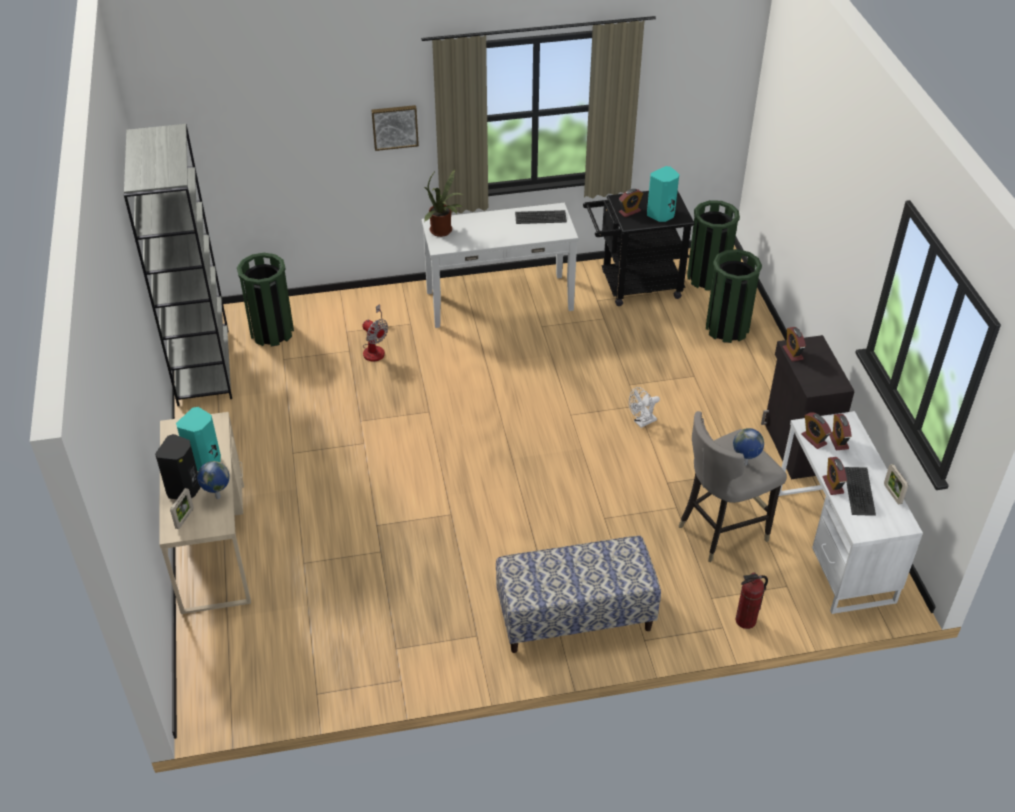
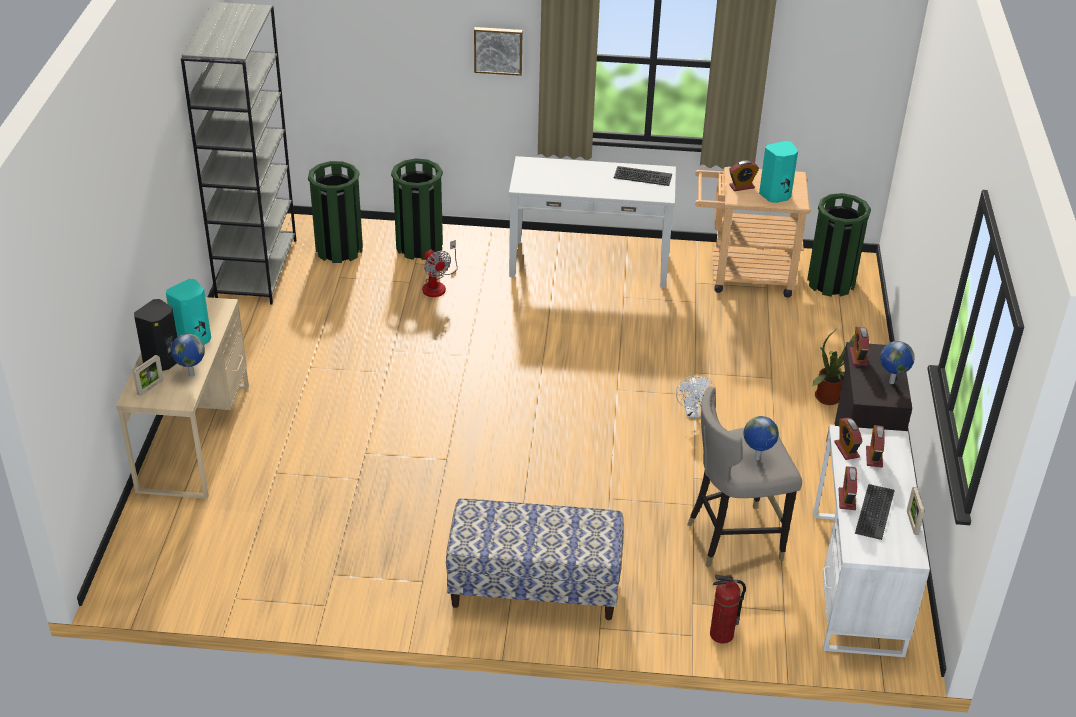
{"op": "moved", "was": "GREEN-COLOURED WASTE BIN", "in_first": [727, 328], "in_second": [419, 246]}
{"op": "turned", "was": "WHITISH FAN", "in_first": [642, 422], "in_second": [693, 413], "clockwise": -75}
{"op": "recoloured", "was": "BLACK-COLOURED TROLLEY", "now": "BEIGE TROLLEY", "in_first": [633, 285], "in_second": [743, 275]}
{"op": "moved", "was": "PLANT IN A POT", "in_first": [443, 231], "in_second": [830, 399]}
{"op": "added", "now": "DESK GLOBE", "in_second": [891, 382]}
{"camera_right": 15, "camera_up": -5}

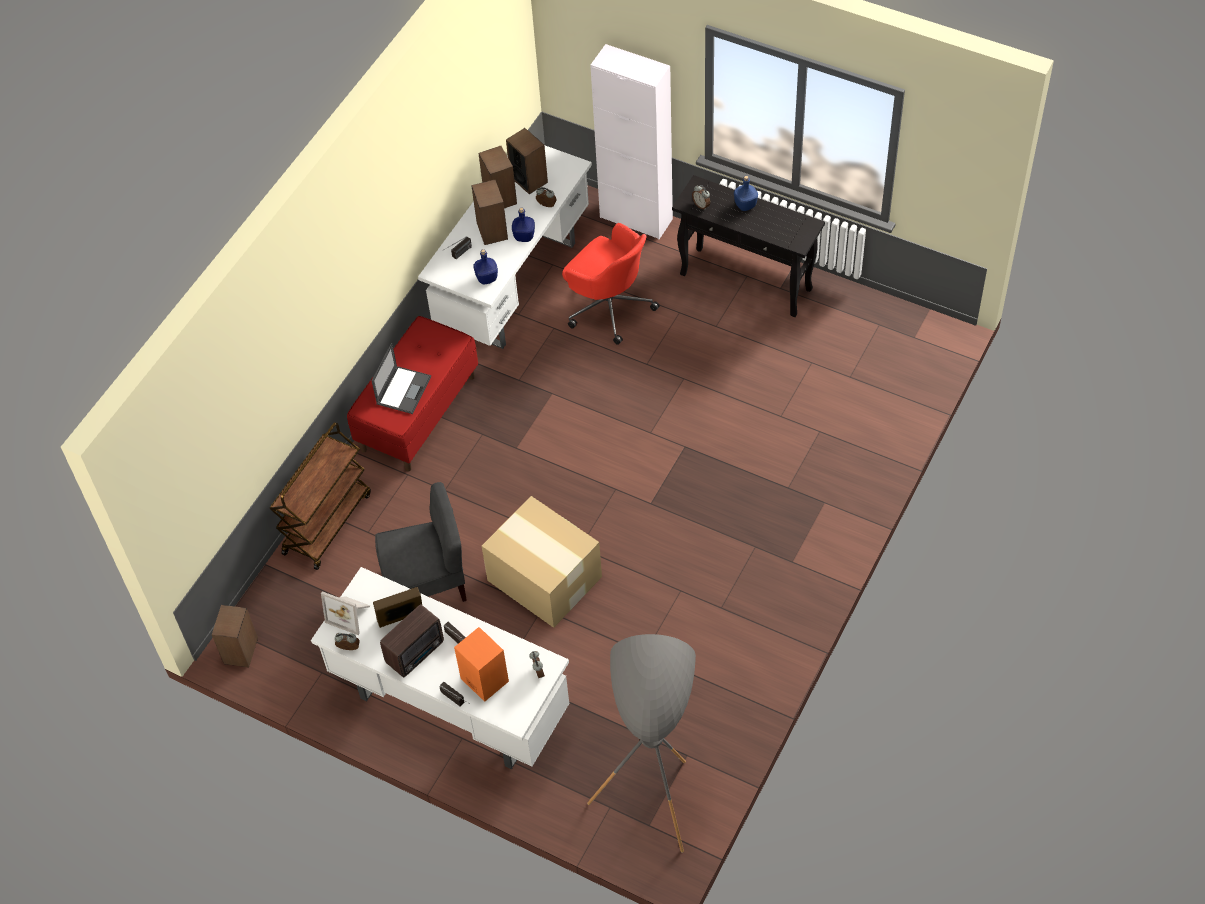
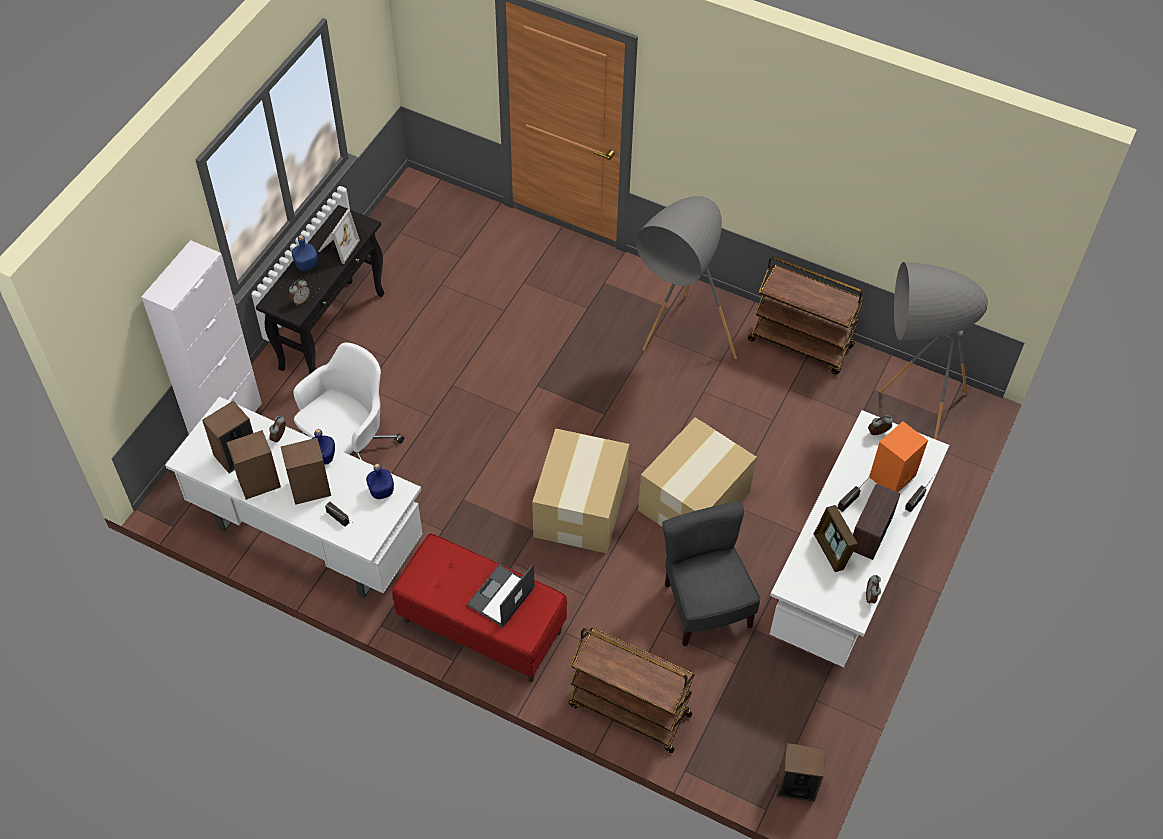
{"op": "recoloured", "was": "RED DESK CHAIR", "now": "WHITISH DESK CHAIR", "in_first": [609, 306], "in_second": [349, 448]}
{"op": "moved", "was": "PHOTO FRAME", "in_first": [350, 614], "in_second": [337, 247]}
{"op": "turned", "was": "NOTEBOOK COMPUTER", "in_first": [404, 389], "in_second": [500, 597], "clockwise": -75}
{"op": "added", "now": "PACKING BOX", "in_second": [579, 509]}
{"op": "added", "now": "GREY STANDING LAMP", "in_second": [678, 345]}
{"op": "added", "now": "BROWNISH TROLLEY", "in_second": [801, 343]}
{"op": "turned", "was": "RADIO SET", "in_first": [417, 652], "in_second": [868, 535], "clockwise": -105}
{"camera_right": -95, "camera_up": 0}

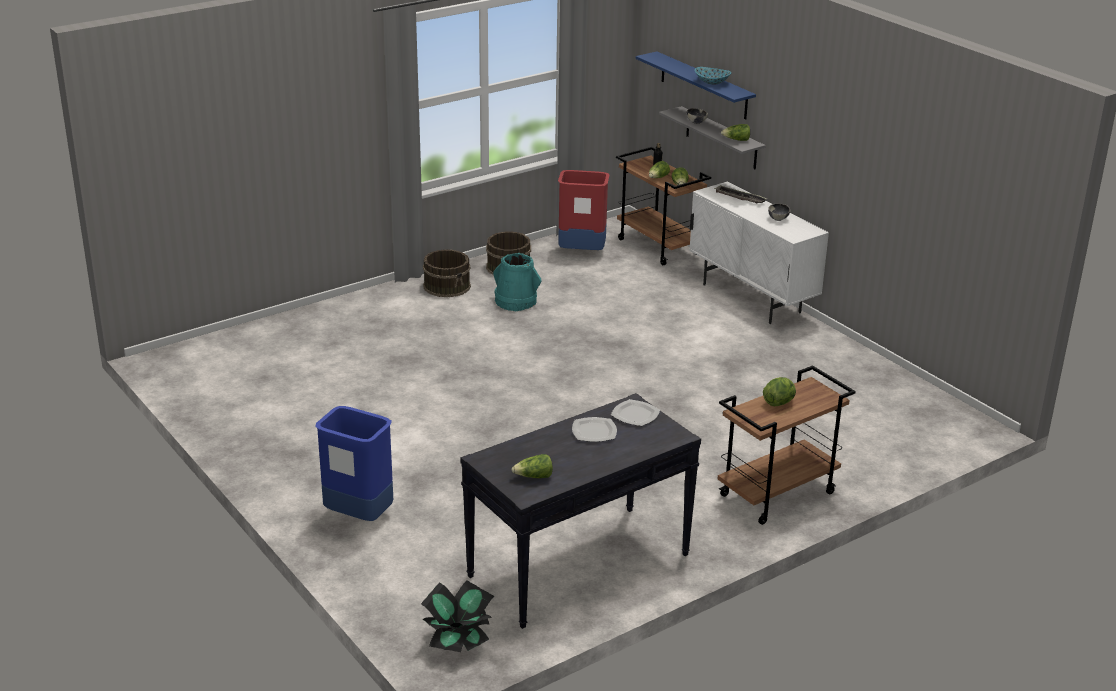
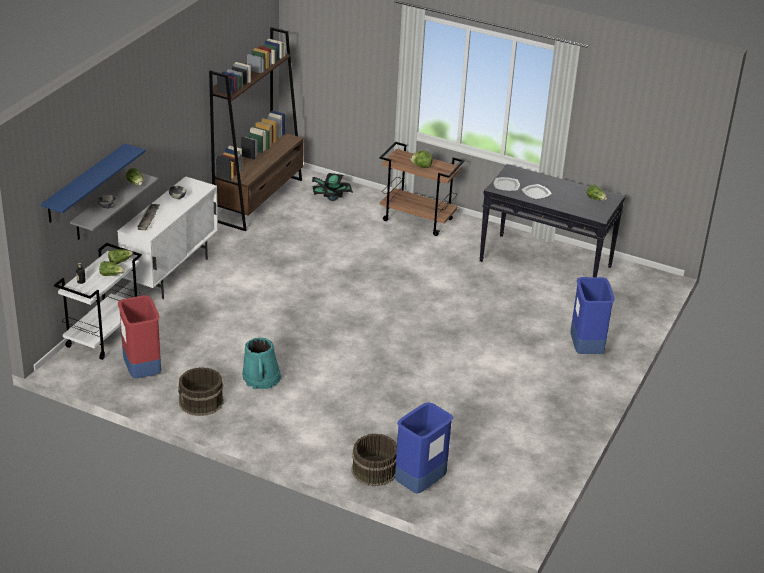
{"op": "recoloured", "was": "BROWNISH TROLLEY", "now": "WHITISH TROLLEY", "in_first": [659, 247], "in_second": [104, 335]}
{"op": "added", "now": "BROWNISH SHELVING UNIT", "in_second": [259, 200]}
{"op": "moved", "was": "PLANT IN A POT", "in_first": [458, 640], "in_second": [331, 199]}
{"op": "moved", "was": "BROWNISH WATER BUCKET", "in_first": [447, 286], "in_second": [374, 470]}
{"op": "added", "now": "BLUE WASTE BIN", "in_second": [420, 484]}
{"op": "removed", "was": "DEEP DISH", "in_first": [712, 82]}
{"camera_right": -120, "camera_up": 5}

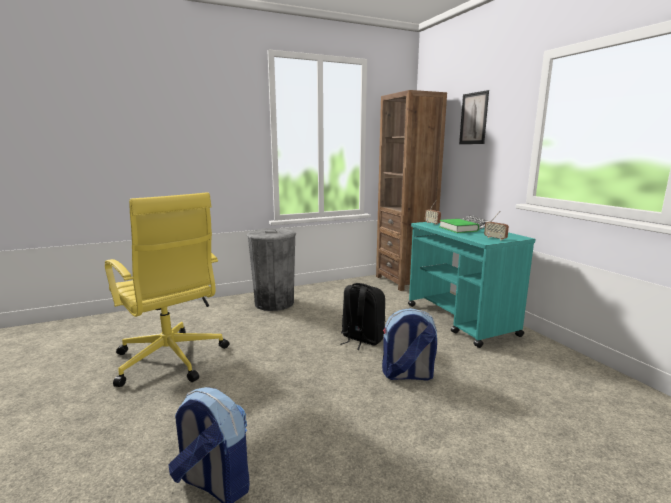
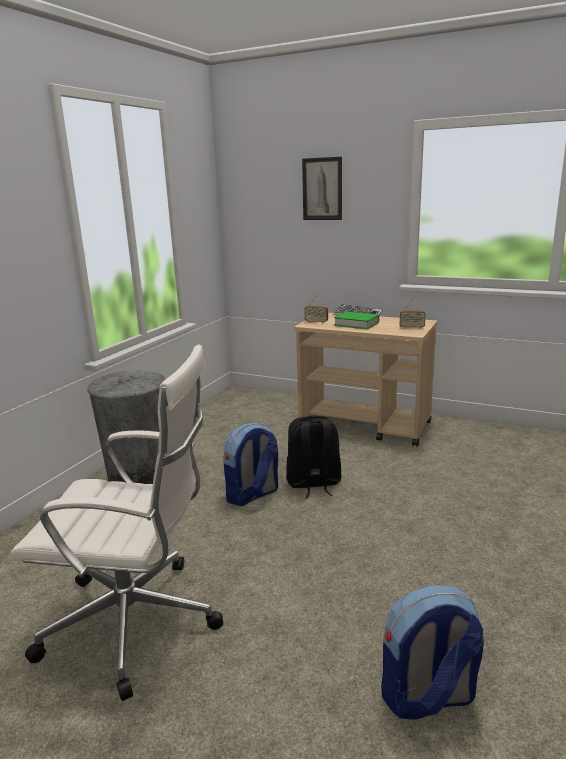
{"op": "recoloured", "was": "YELLOWISH DESK CHAIR", "now": "WHITISH DESK CHAIR", "in_first": [171, 360], "in_second": [137, 623]}
{"op": "moved", "was": "KNAPSACK", "in_first": [407, 375], "in_second": [252, 495]}
{"op": "recoloured", "was": "TURQUOISE TROLLEY", "now": "BEIGE TROLLEY", "in_first": [461, 320], "in_second": [365, 425]}
{"op": "removed", "was": "BROWNISH SHELVING UNIT", "in_first": [404, 281]}
{"camera_right": -40, "camera_up": 5}

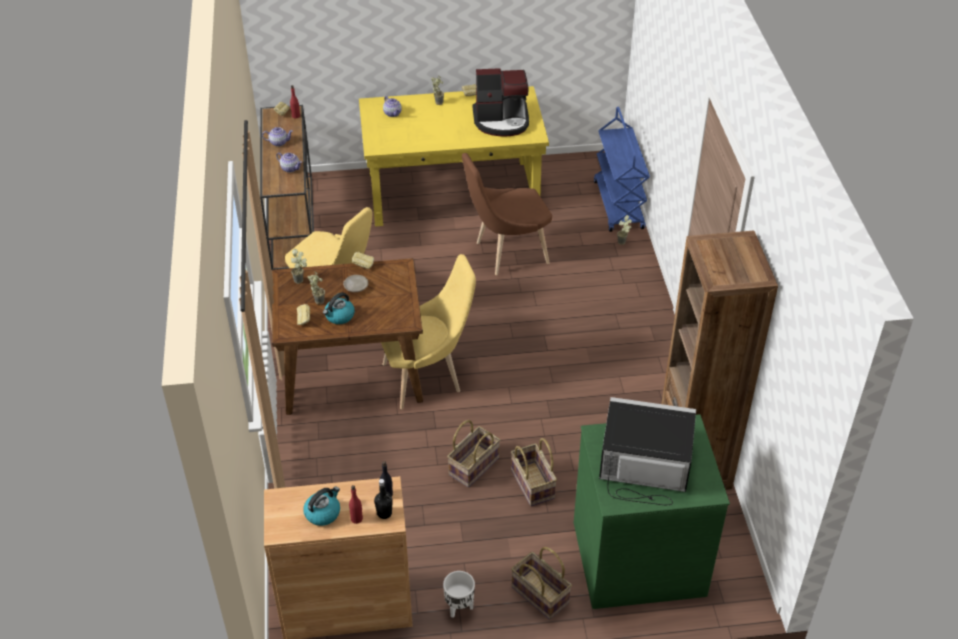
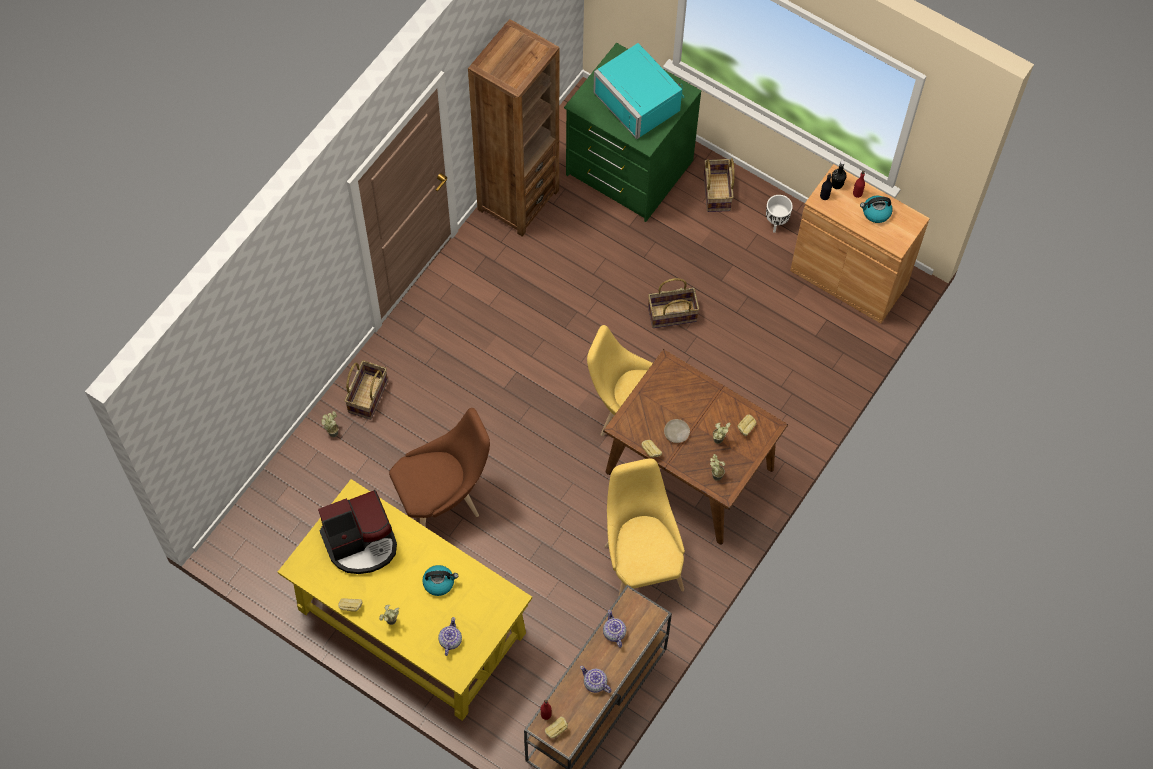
{"op": "turned", "was": "COFFEE MACHINE", "in_first": [501, 121], "in_second": [361, 543], "clockwise": 120}
{"op": "moved", "was": "STORAGE BASKET", "in_first": [533, 484], "in_second": [367, 396]}
{"op": "turned", "was": "BROWNISH CHAIR", "in_first": [506, 253], "in_second": [443, 500], "clockwise": -45}
{"op": "moved", "was": "TEA KETTLE", "in_first": [339, 316], "in_second": [439, 582]}
{"op": "recoloured", "was": "BLACK-COLOURED MICROWAVE", "now": "TURQUOISE MICROWAVE", "in_first": [643, 467], "in_second": [641, 100]}
{"op": "removed", "was": "BLUE TROLLEY", "in_first": [619, 206]}
{"camera_right": -140, "camera_up": 20}

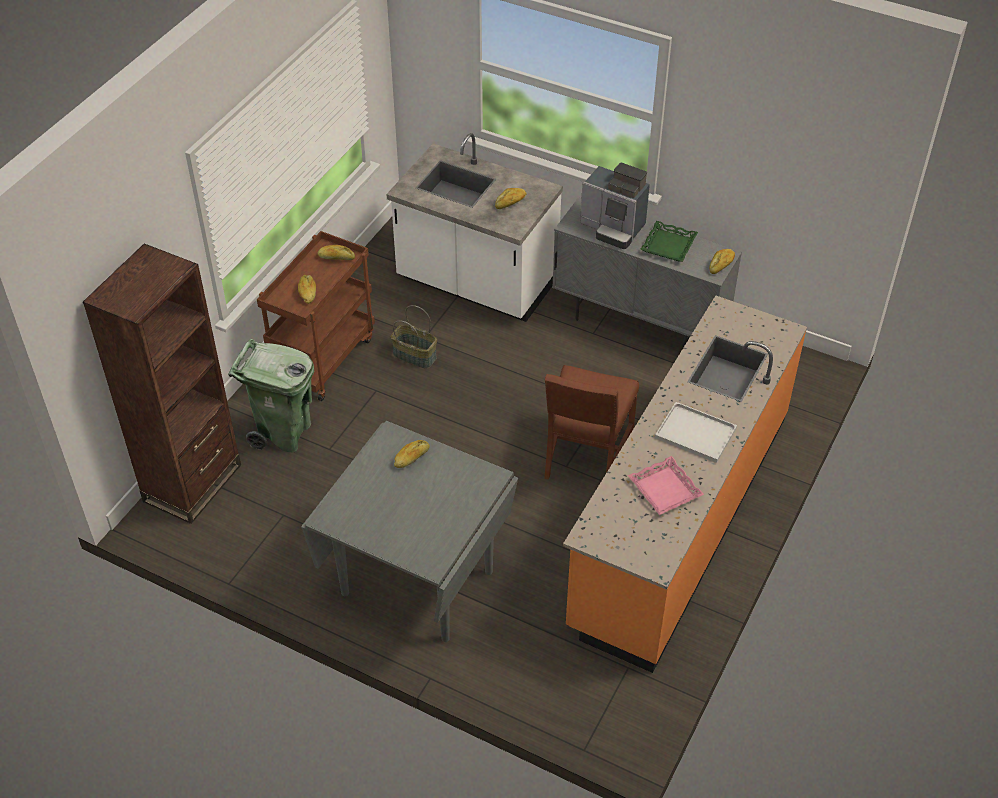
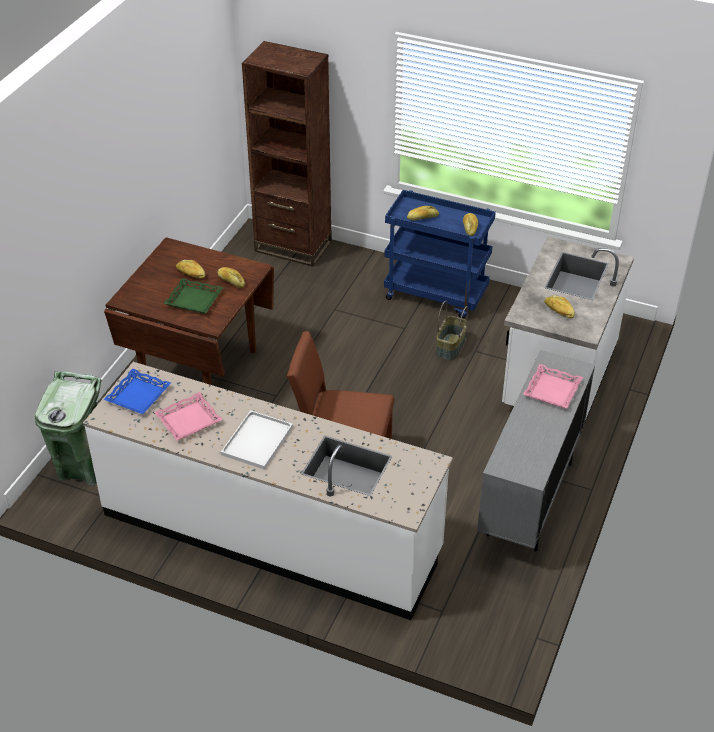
{"op": "moved", "was": "GREEN-COLOURED WASTE BIN", "in_first": [284, 433], "in_second": [83, 468]}
{"op": "recoloured", "was": "ORANGE-COLOURED KITCHEN COUNTER", "now": "WHITISH KITCHEN COUNTER", "in_first": [679, 519], "in_second": [271, 532]}
{"op": "added", "now": "BLUE CARRYING TRAY", "in_second": [138, 395]}
{"op": "recoloured", "was": "GREY KITCHEN TABLE", "now": "BROWNISH KITCHEN TABLE", "in_first": [416, 583], "in_second": [199, 369]}
{"op": "moved", "was": "GREEN-COLOURED CARRYING TRAY", "in_first": [669, 245], "in_second": [194, 300]}
{"op": "moved", "was": "BAKED BREAD", "in_first": [721, 265], "in_second": [191, 274]}
{"op": "recoloured", "was": "BROWNISH TROLLEY", "now": "BLUE TROLLEY", "in_first": [323, 358], "in_second": [436, 295]}
{"op": "replaced", "was": "COFFEE MACHINE", "now": "PINK CARRYING TRAY", "in_first": [613, 228], "in_second": [552, 390]}
{"camera_right": 85, "camera_up": -5}

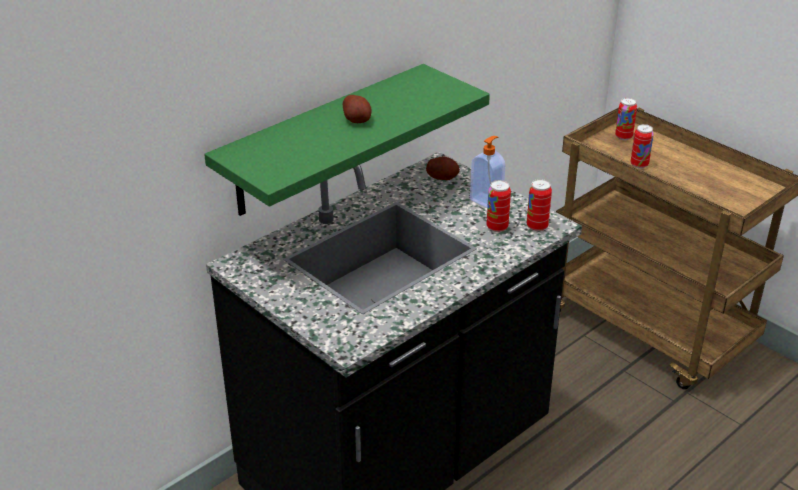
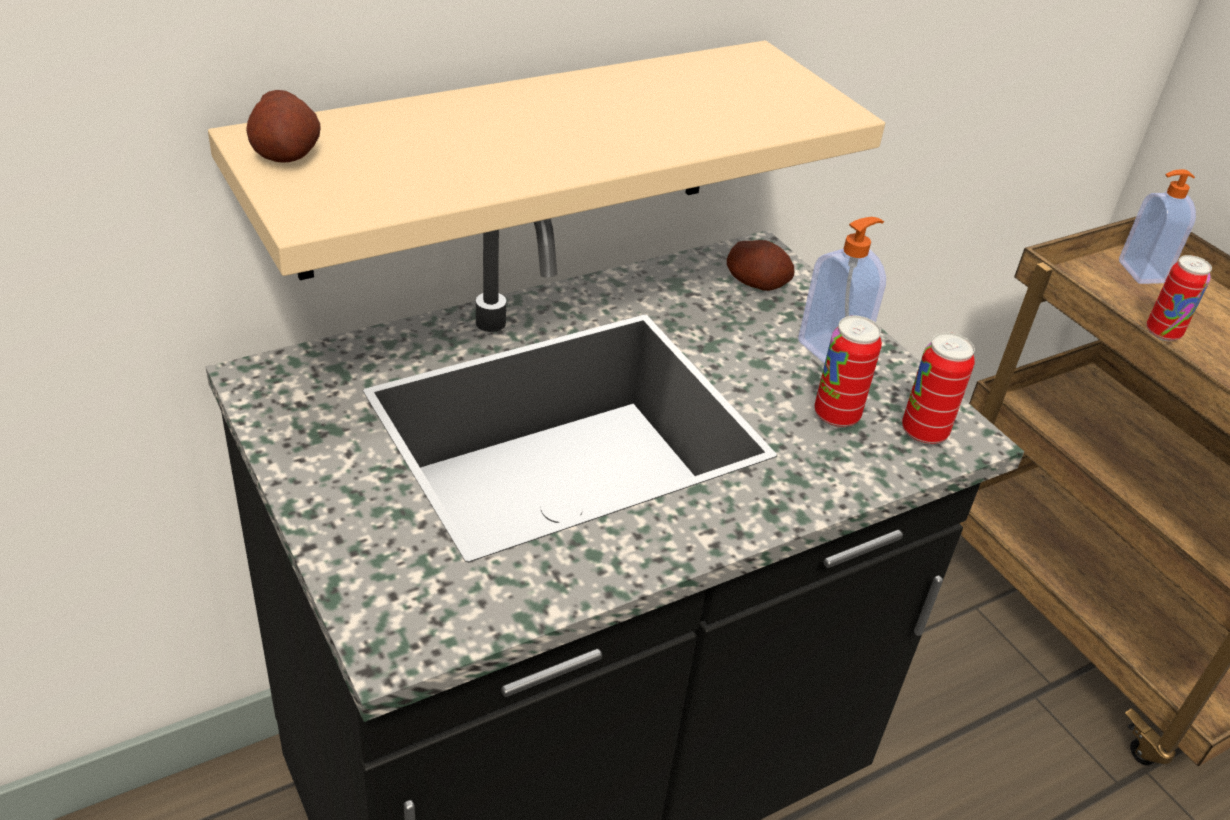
{"op": "recoloured", "was": "GREEN-COLOURED WALL SHELF", "now": "BEIGE WALL SHELF", "in_first": [323, 140], "in_second": [514, 158]}
{"op": "moved", "was": "POTATO", "in_first": [357, 120], "in_second": [286, 154]}
{"op": "replaced", "was": "METAL CAN", "now": "SOAP DISPENSER", "in_first": [623, 137], "in_second": [1140, 272]}
{"camera_right": 10, "camera_up": 5}

